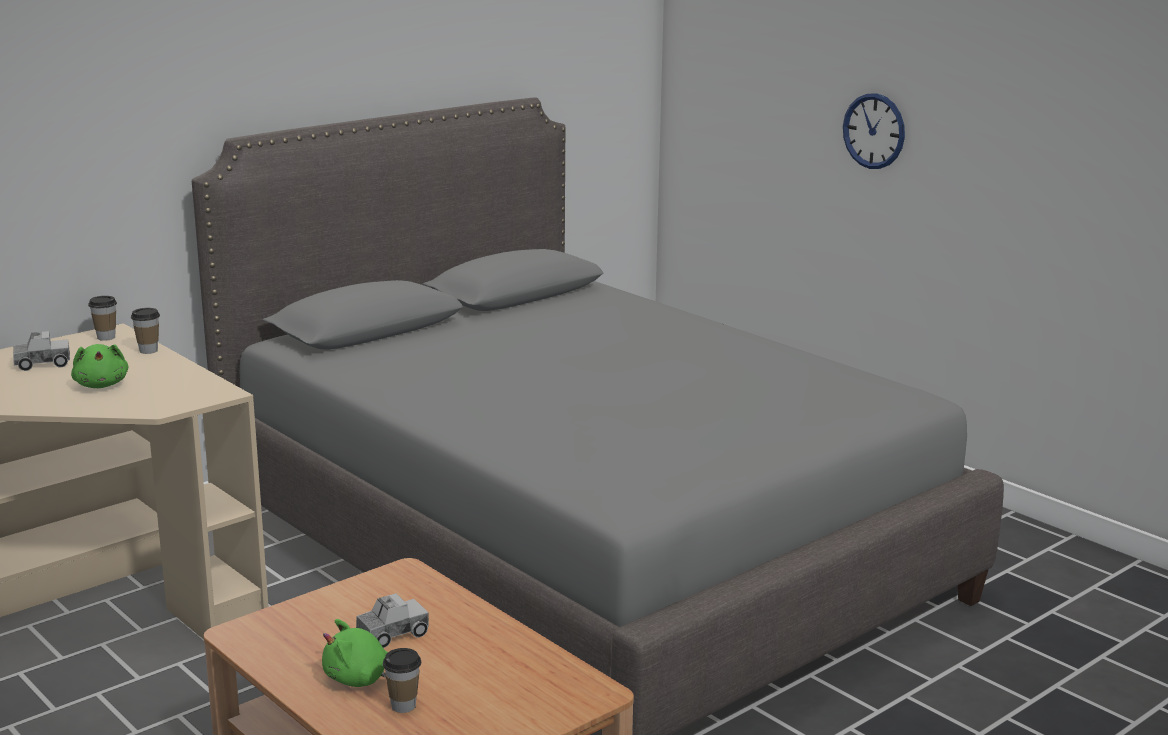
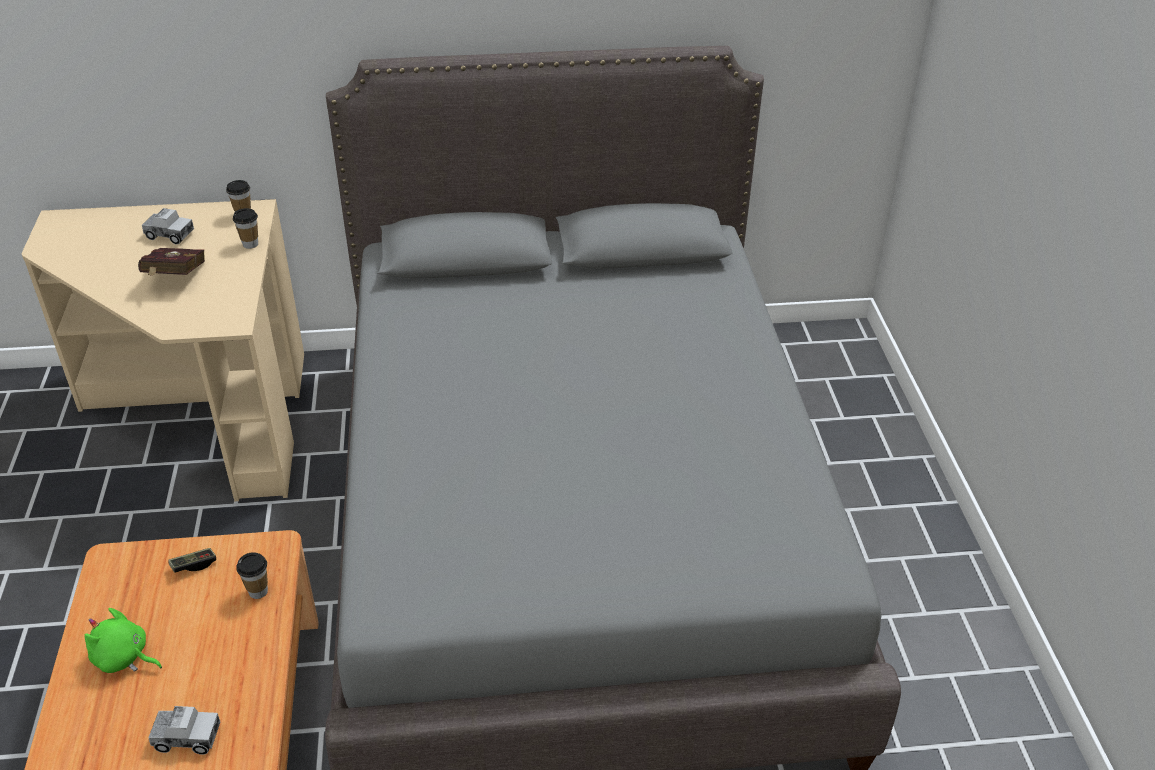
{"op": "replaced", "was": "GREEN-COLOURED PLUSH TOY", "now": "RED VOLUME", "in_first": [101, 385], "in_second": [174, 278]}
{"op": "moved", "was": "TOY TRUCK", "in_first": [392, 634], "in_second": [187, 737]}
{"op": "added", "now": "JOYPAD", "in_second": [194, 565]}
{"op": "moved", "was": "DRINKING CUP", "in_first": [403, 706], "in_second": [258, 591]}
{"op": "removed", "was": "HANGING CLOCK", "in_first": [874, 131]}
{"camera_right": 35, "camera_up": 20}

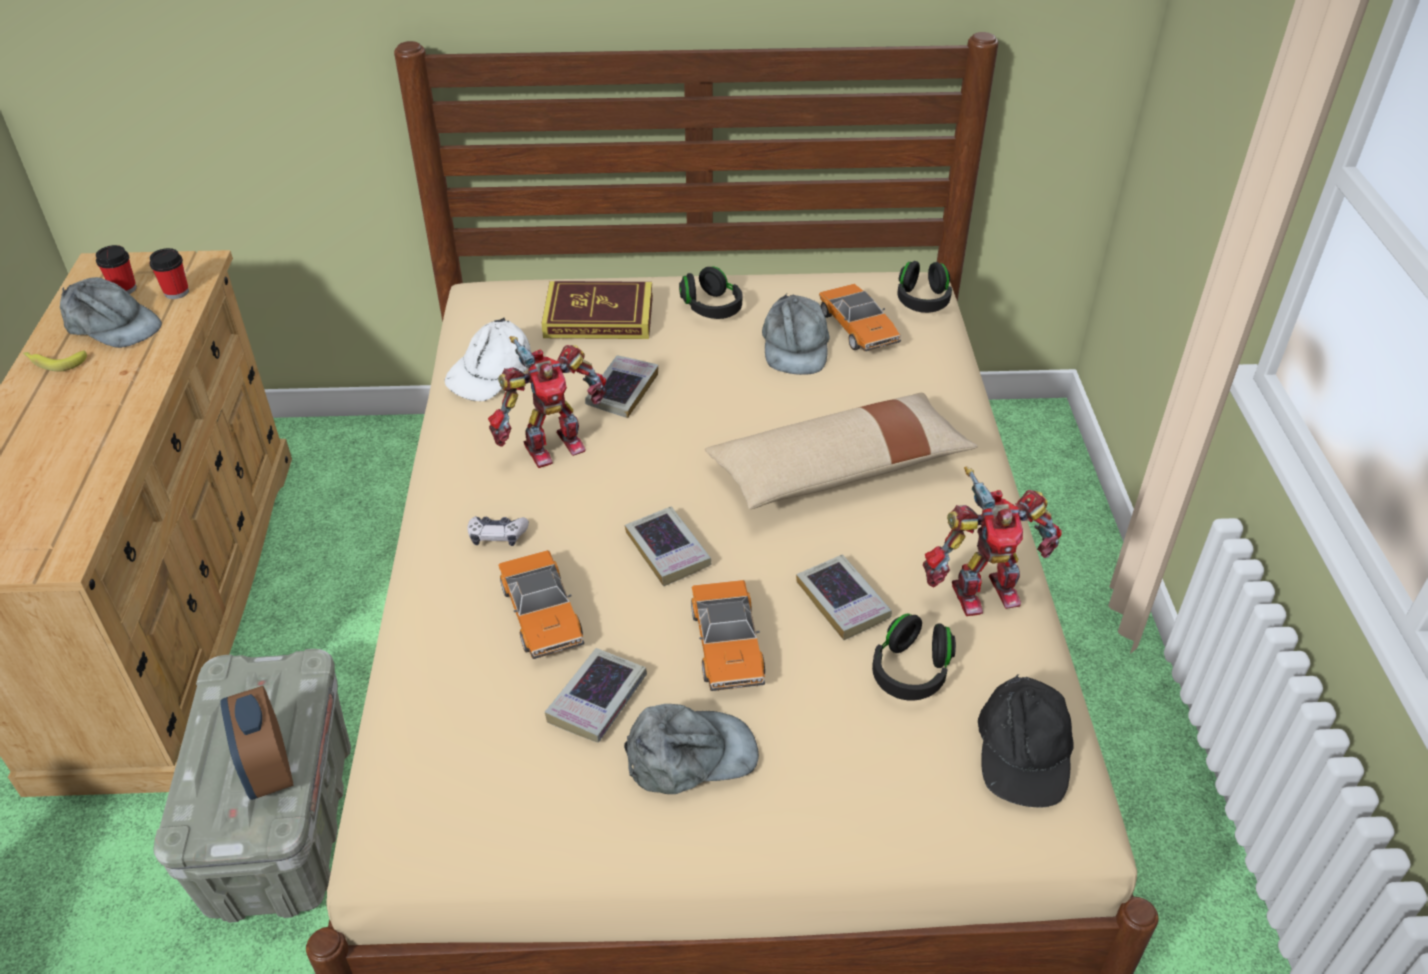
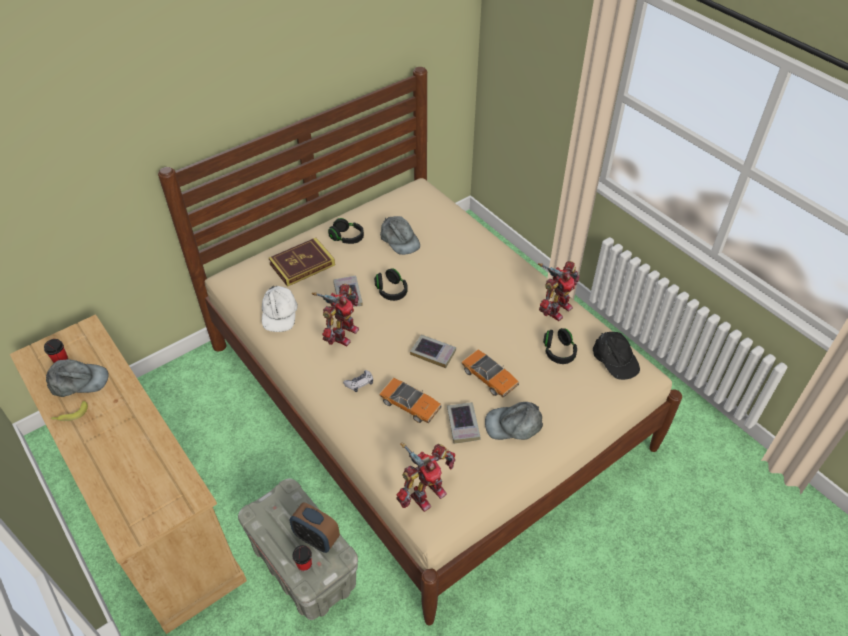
{"op": "moved", "was": "DRINKING CUP", "in_first": [176, 292], "in_second": [304, 564]}
{"op": "moved", "was": "BLACK-COLOURED HEADPHONES", "in_first": [922, 301], "in_second": [391, 291]}
{"op": "added", "now": "TOY ROBOT", "in_second": [426, 493]}
{"op": "turned", "was": "GREY BASEBALL CAP", "in_first": [690, 754], "in_second": [513, 424], "clockwise": -135}
{"op": "removed", "was": "BEIGE THROW PILLOW", "in_first": [839, 470]}
{"op": "removed", "was": "VOLUME", "in_first": [842, 601]}
{"op": "removed", "was": "MINIATURE CAR", "in_first": [858, 328]}
{"camera_right": -35, "camera_up": 5}

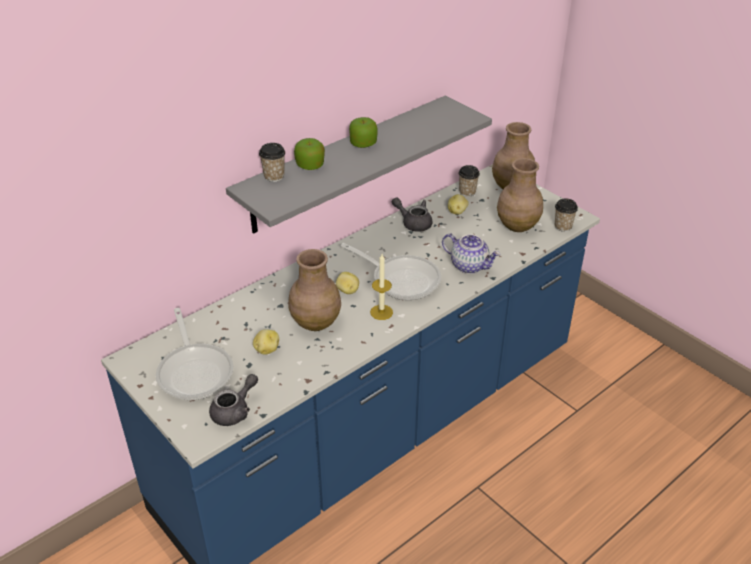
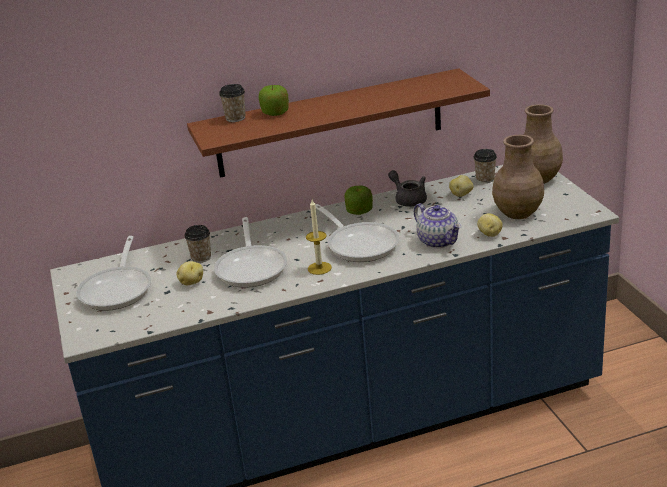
{"op": "moved", "was": "DRINKING CUP", "in_first": [563, 226], "in_second": [201, 258]}
{"op": "recoloured", "was": "GREY WALL SHELF", "now": "BROWNISH WALL SHELF", "in_first": [345, 164], "in_second": [330, 123]}
{"op": "replaced", "was": "BROWNISH DECORATIVE VASE", "now": "FRYING PAN", "in_first": [316, 322], "in_second": [252, 267]}
{"op": "moved", "was": "APPLE FRUIT", "in_first": [363, 144], "in_second": [359, 211]}
{"op": "moved", "was": "POTATO", "in_first": [347, 291], "in_second": [489, 234]}
{"op": "removed", "was": "GREY TEAPOT", "in_first": [235, 411]}
{"camera_right": 25, "camera_up": -10}

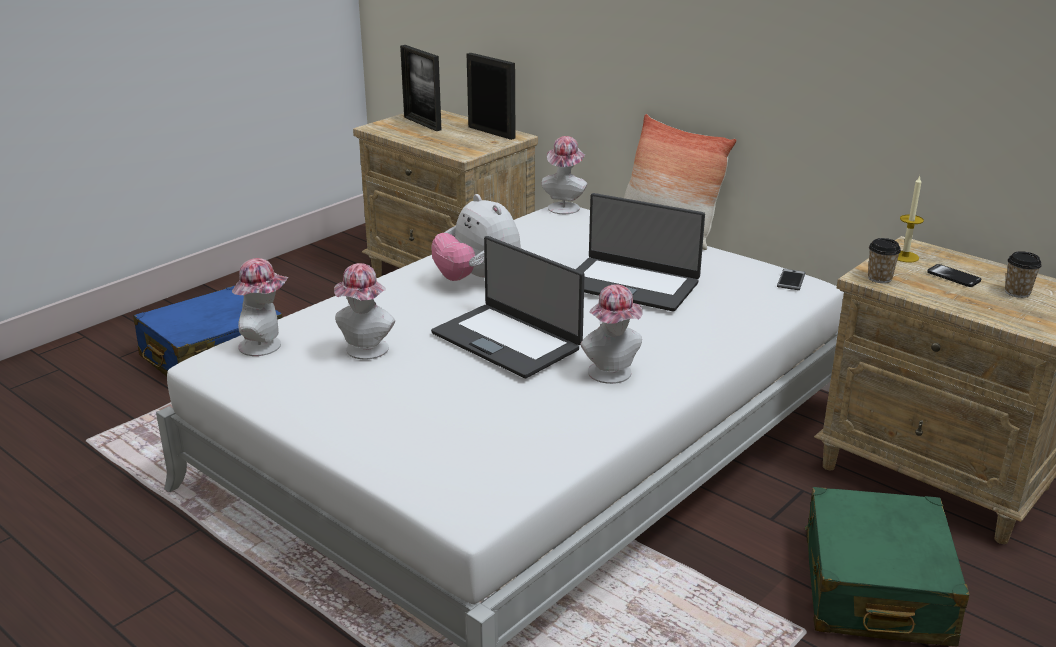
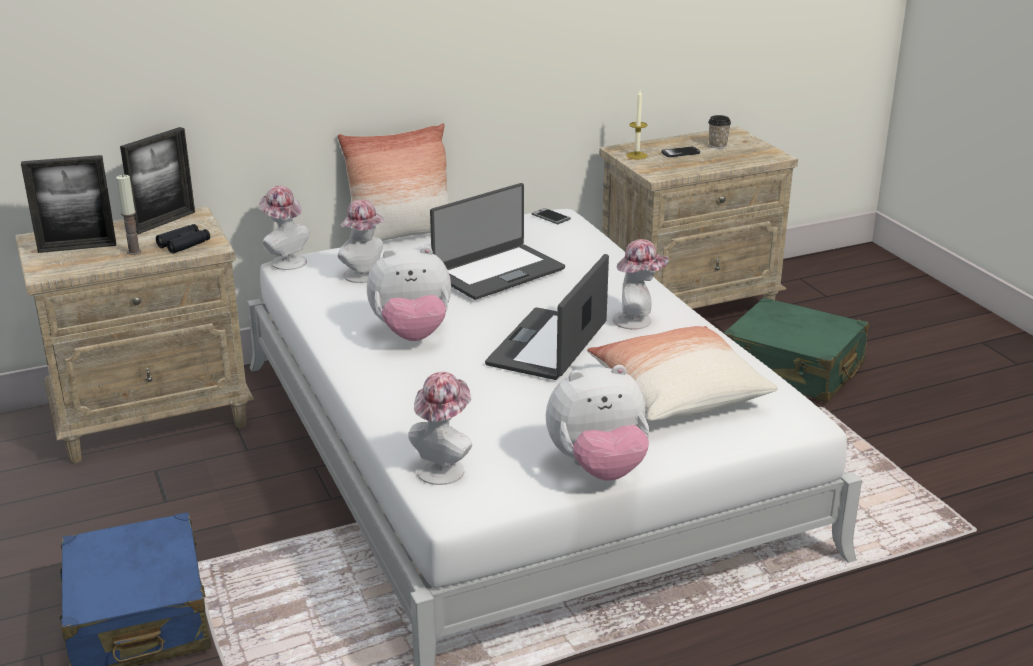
{"op": "added", "now": "CANDLE", "in_second": [134, 252]}
{"op": "turned", "was": "PHOTO FRAME", "in_first": [491, 132], "in_second": [164, 222], "clockwise": 150}
{"op": "added", "now": "BLACK-COLOURED BINOCULARS", "in_second": [184, 244]}
{"op": "moved", "was": "HAT", "in_first": [365, 352], "in_second": [365, 276]}
{"op": "turned", "was": "NOTEBOOK COMPUTER", "in_first": [507, 340], "in_second": [549, 345], "clockwise": 135}
{"op": "added", "now": "PLUSH TOY", "in_second": [598, 468]}
{"op": "added", "now": "THROW PILLOW", "in_second": [677, 394]}
{"op": "removed", "was": "DRINKING CUP", "in_first": [879, 278]}
{"camera_right": -65, "camera_up": 0}

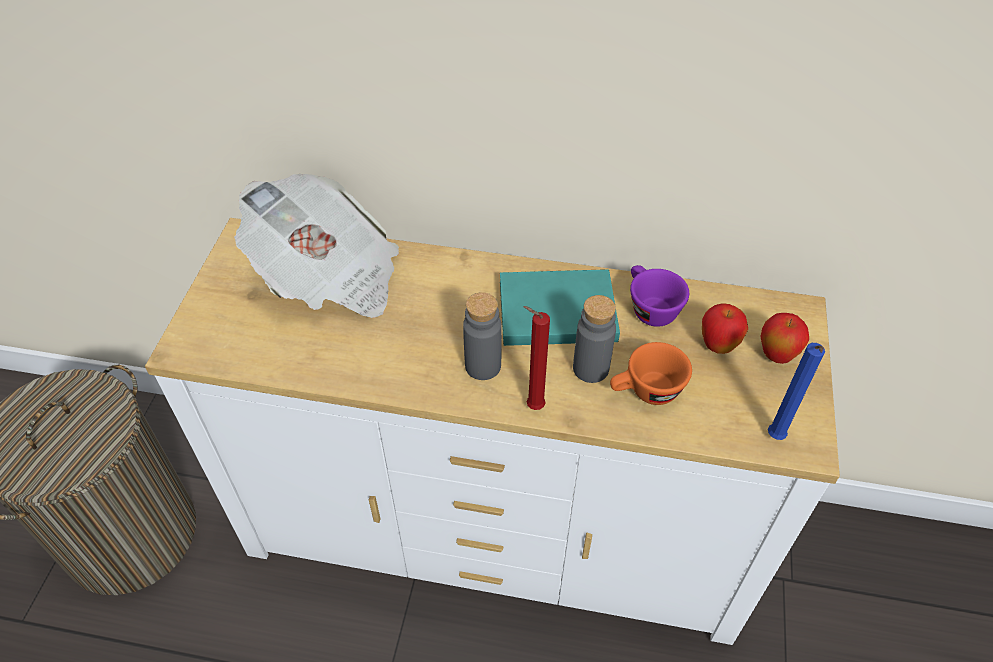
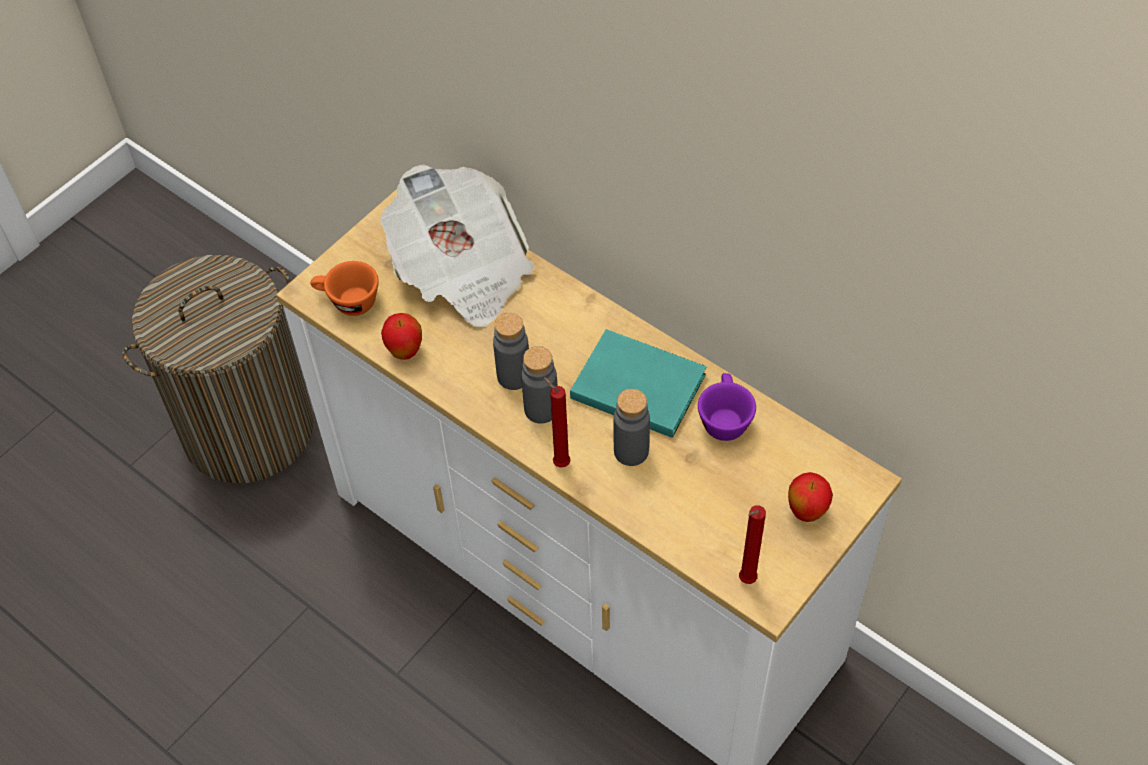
{"op": "moved", "was": "ORANGE-COLOURED DRINKING CUP", "in_first": [646, 392], "in_second": [347, 302]}
{"op": "moved", "was": "APPLE FRUIT", "in_first": [717, 346], "in_second": [405, 351]}
{"op": "added", "now": "GREY BEVERAGE BOTTLE", "in_second": [514, 376]}
{"op": "recoloured", "was": "BLUE CANDLE", "now": "RED CANDLE", "in_first": [775, 439], "in_second": [745, 581]}
{"camera_right": 30, "camera_up": 5}

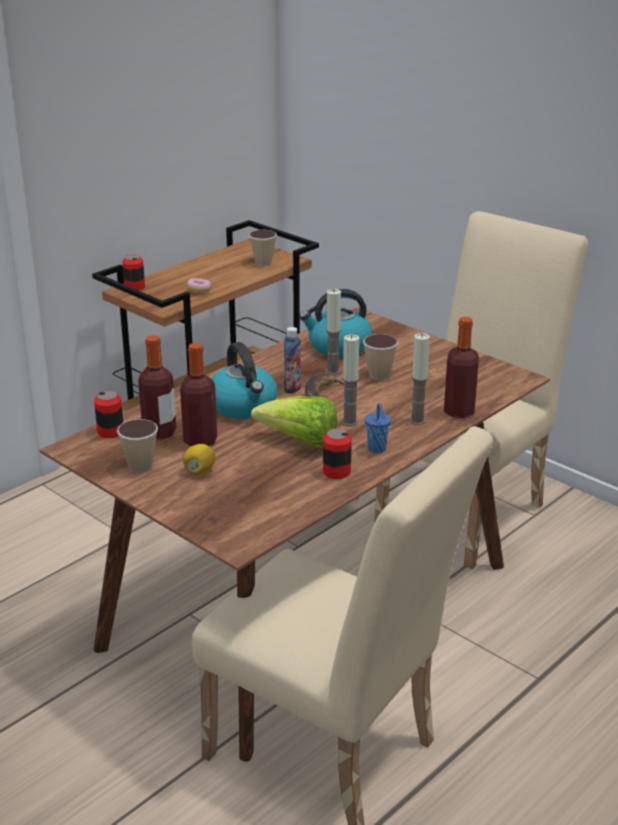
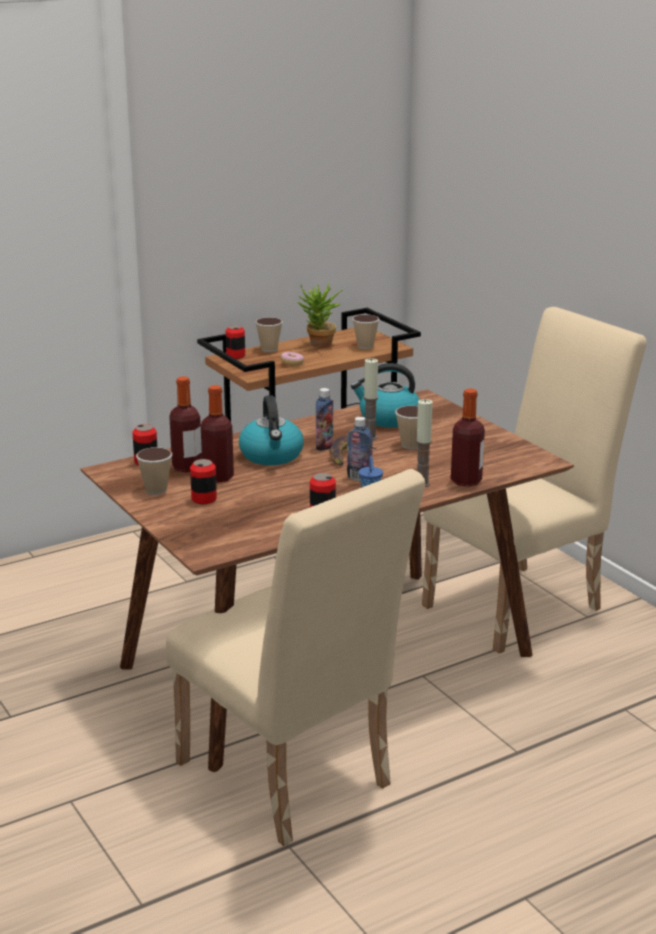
{"op": "replaced", "was": "LEMON", "now": "METAL CAN", "in_first": [199, 471], "in_second": [204, 499]}
{"op": "added", "now": "DRINKING CUP", "in_second": [269, 349]}
{"op": "added", "now": "PLANT IN A POT", "in_second": [319, 345]}
{"op": "replaced", "was": "CANDLE", "now": "BEVERAGE BOTTLE", "in_first": [350, 422], "in_second": [359, 478]}
{"op": "removed", "was": "LETTUCE HEAD", "in_first": [300, 442]}
{"camera_right": 15, "camera_up": -5}

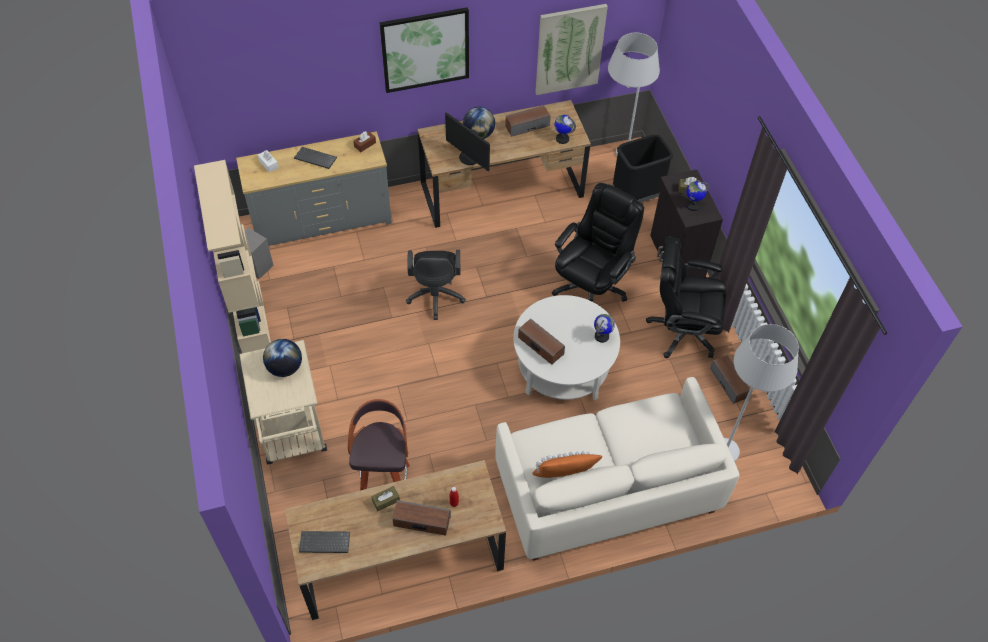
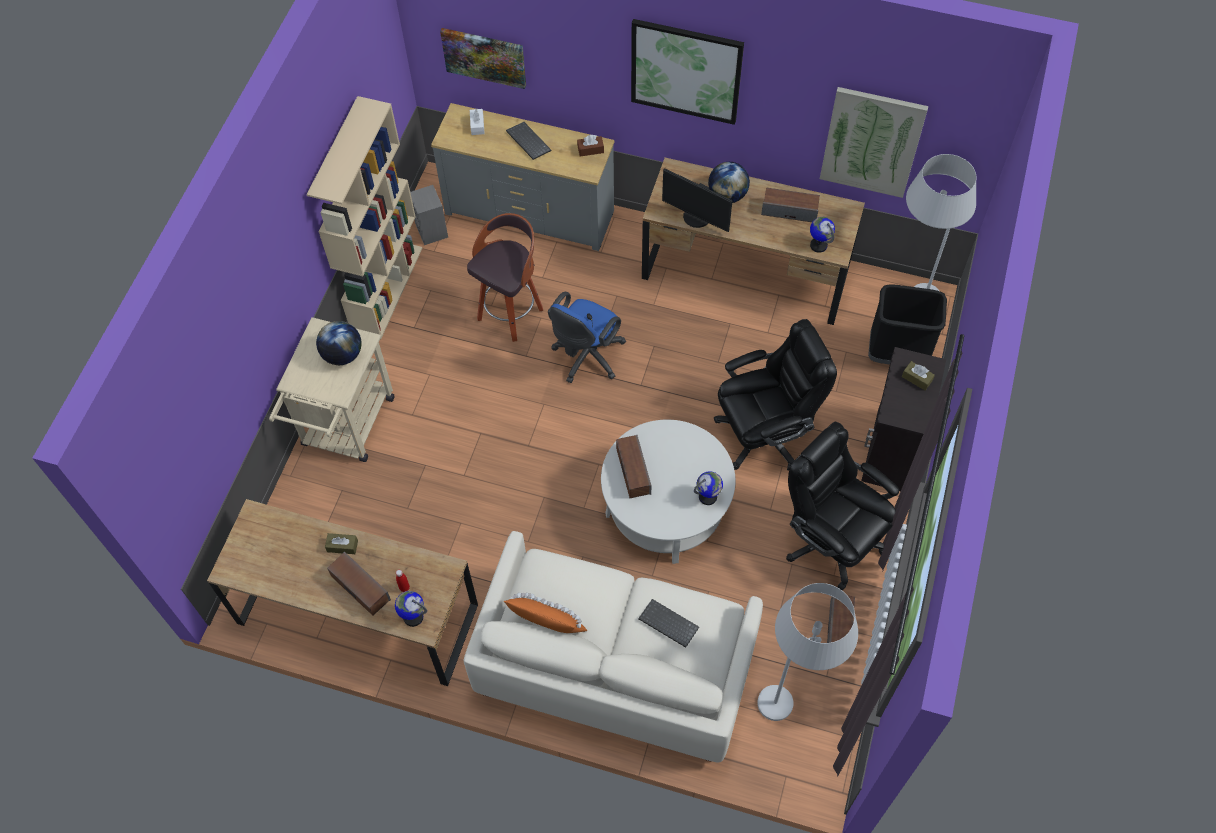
{"op": "moved", "was": "DESK GLOBE", "in_first": [692, 205], "in_second": [413, 616]}
{"op": "added", "now": "PICTURE", "in_second": [484, 57]}
{"op": "moved", "was": "SITTING STOOL", "in_first": [385, 481], "in_second": [511, 313]}
{"op": "recoloured", "was": "BLACK-COLOURED DESK CHAIR", "now": "BLUE DESK CHAIR", "in_first": [435, 297], "in_second": [586, 357]}
{"op": "moved", "was": "KEYBOARD", "in_first": [324, 543], "in_second": [667, 624]}
{"op": "turned", "was": "COMPUTER SCREEN", "in_first": [469, 157], "in_second": [696, 217], "clockwise": -45}
{"camera_right": 35, "camera_up": 5}

